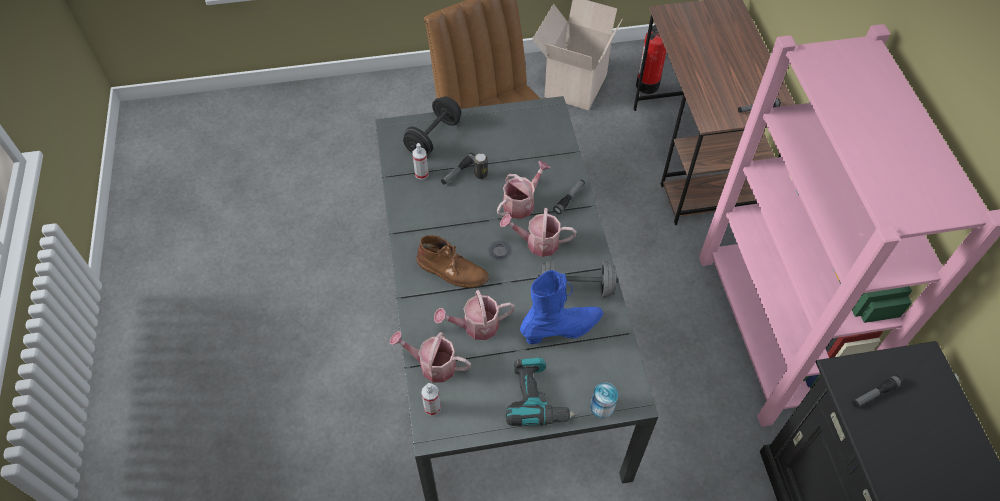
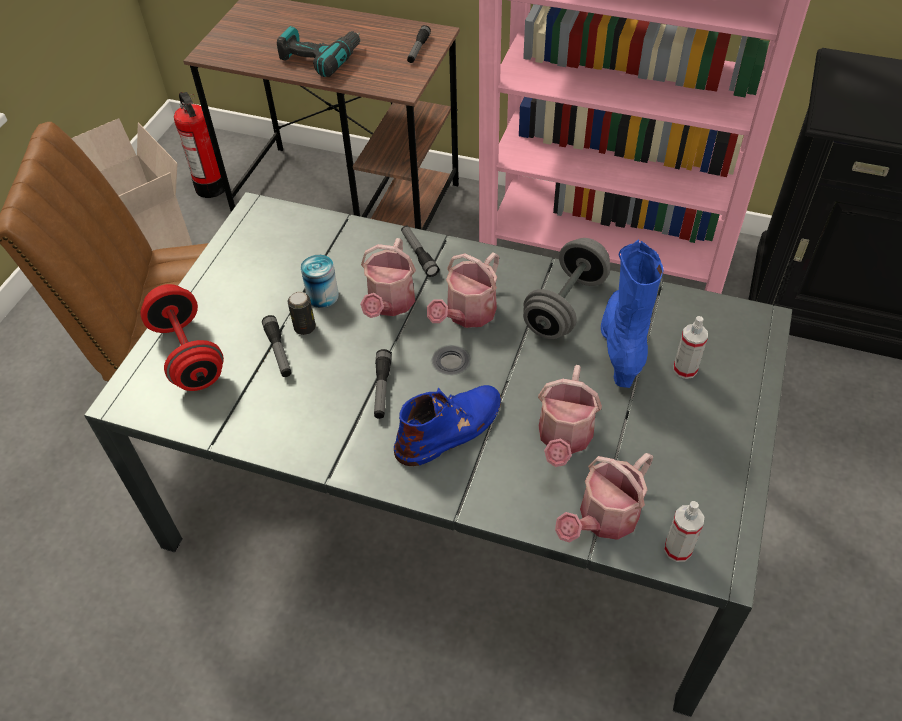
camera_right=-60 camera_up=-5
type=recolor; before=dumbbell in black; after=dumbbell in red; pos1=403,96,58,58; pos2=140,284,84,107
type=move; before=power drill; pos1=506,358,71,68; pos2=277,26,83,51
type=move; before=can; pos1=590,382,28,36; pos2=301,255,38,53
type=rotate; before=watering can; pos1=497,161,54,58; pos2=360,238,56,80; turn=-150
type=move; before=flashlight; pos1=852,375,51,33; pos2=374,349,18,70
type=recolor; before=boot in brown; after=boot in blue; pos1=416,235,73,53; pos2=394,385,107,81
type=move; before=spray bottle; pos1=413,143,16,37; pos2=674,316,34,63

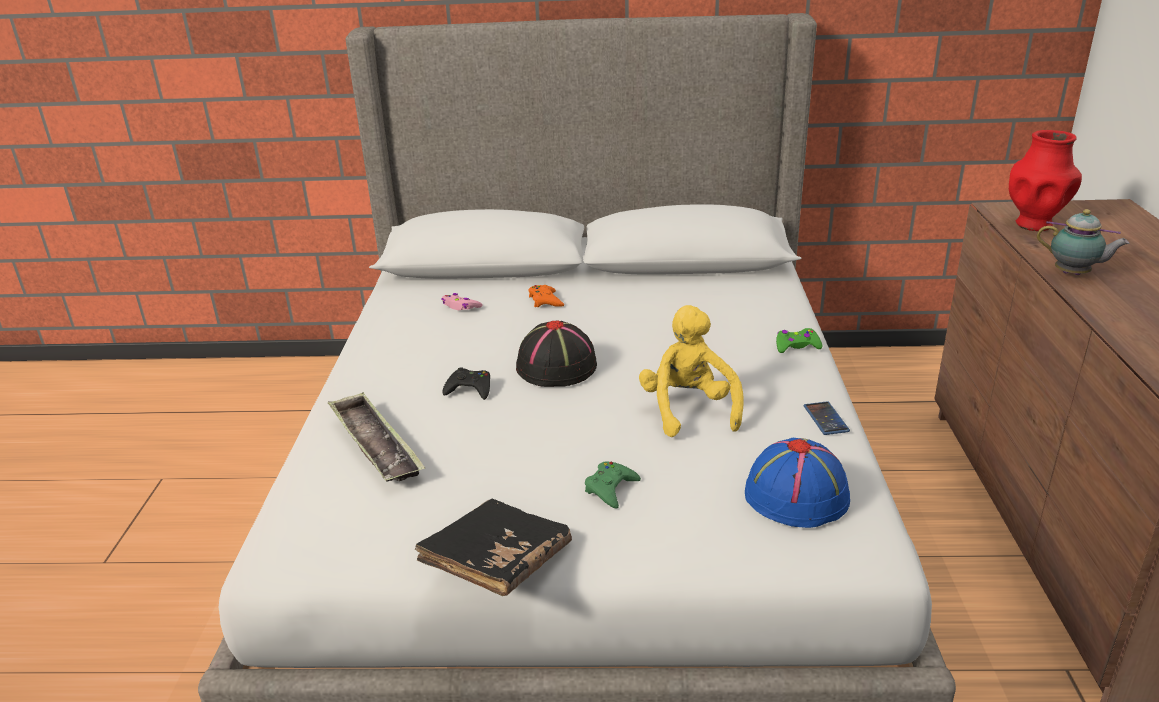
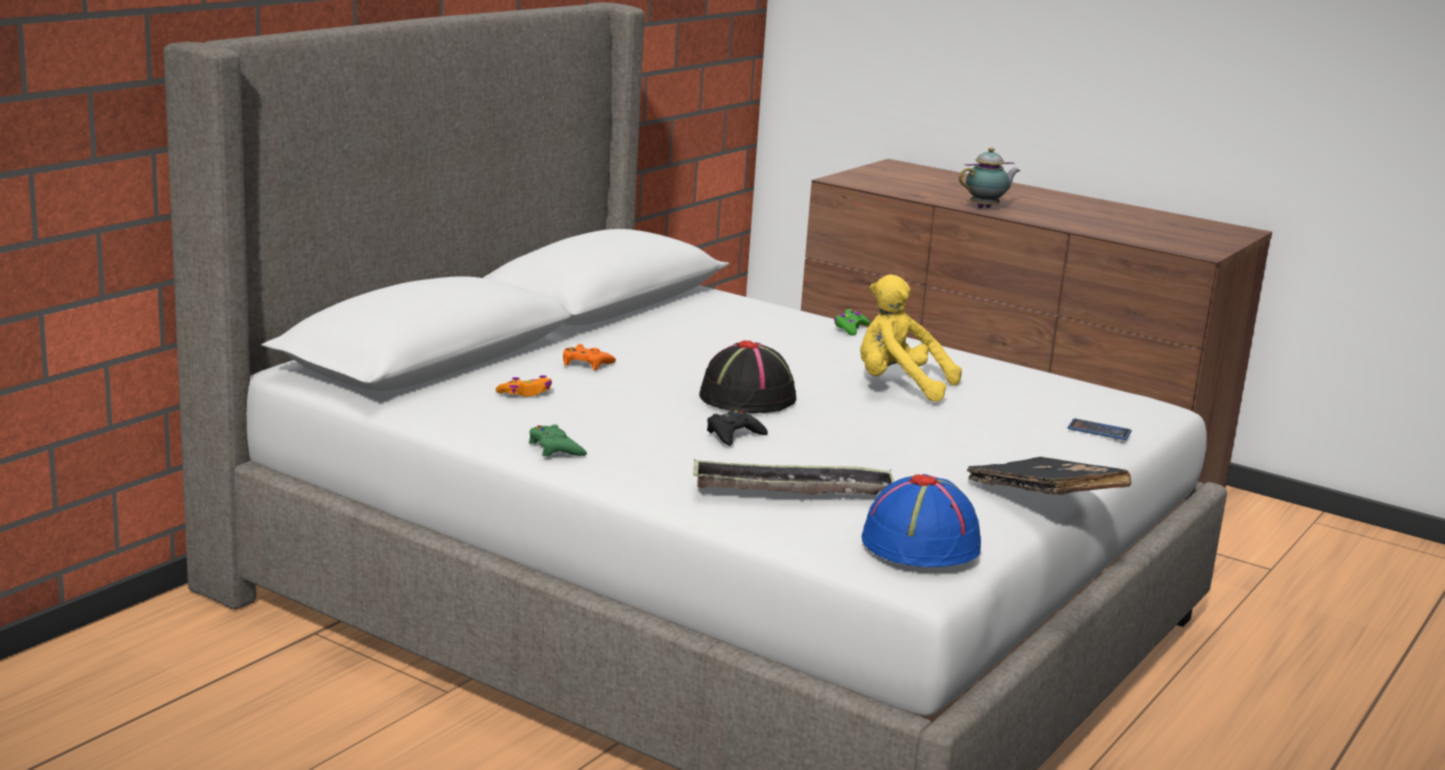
camera_right=-60 camera_up=-10
type=recolor; before=game controller in pink; after=game controller in orange; pos1=441,293,42,17; pos2=496,375,56,22
type=move; before=game controller in green; pos1=585,462,56,47; pos2=529,425,58,32
type=move; before=hat in blue; pos1=745,438,105,90; pos2=861,474,120,93
type=move; before=phone; pos1=804,401,46,34; pos2=1067,418,65,22
type=delete; before=vase in red; pos1=1009,130,73,101

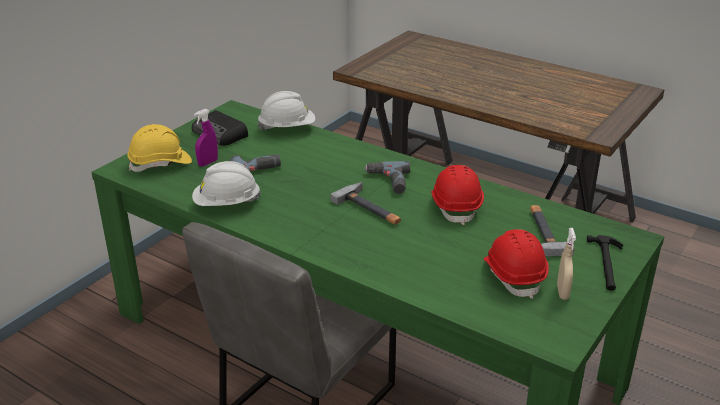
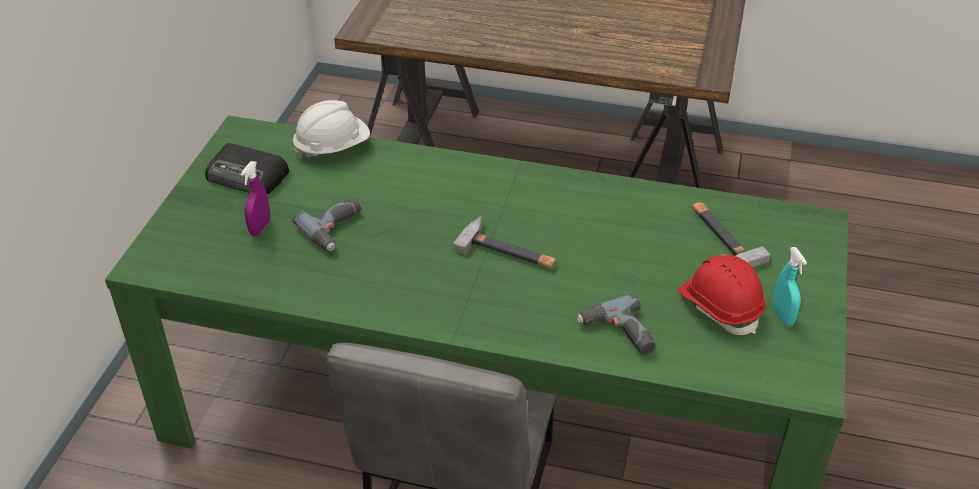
camera_right=-20 camera_up=10
type=move; before=power drill; pos1=364,161,46,33; pos2=576,293,79,62
type=recolor; before=spray bottle in beige; after=spray bottle in turquoise; pos1=557,228,19,72; pos2=772,247,35,79
type=delete; before=hard hat in yellow; pos1=127,124,65,48
type=delete; before=hard hat in white; pos1=192,161,69,45
type=delete; before=hard hat in red; pos1=431,165,53,60
type=delete; before=hammer; pos1=587,235,36,56

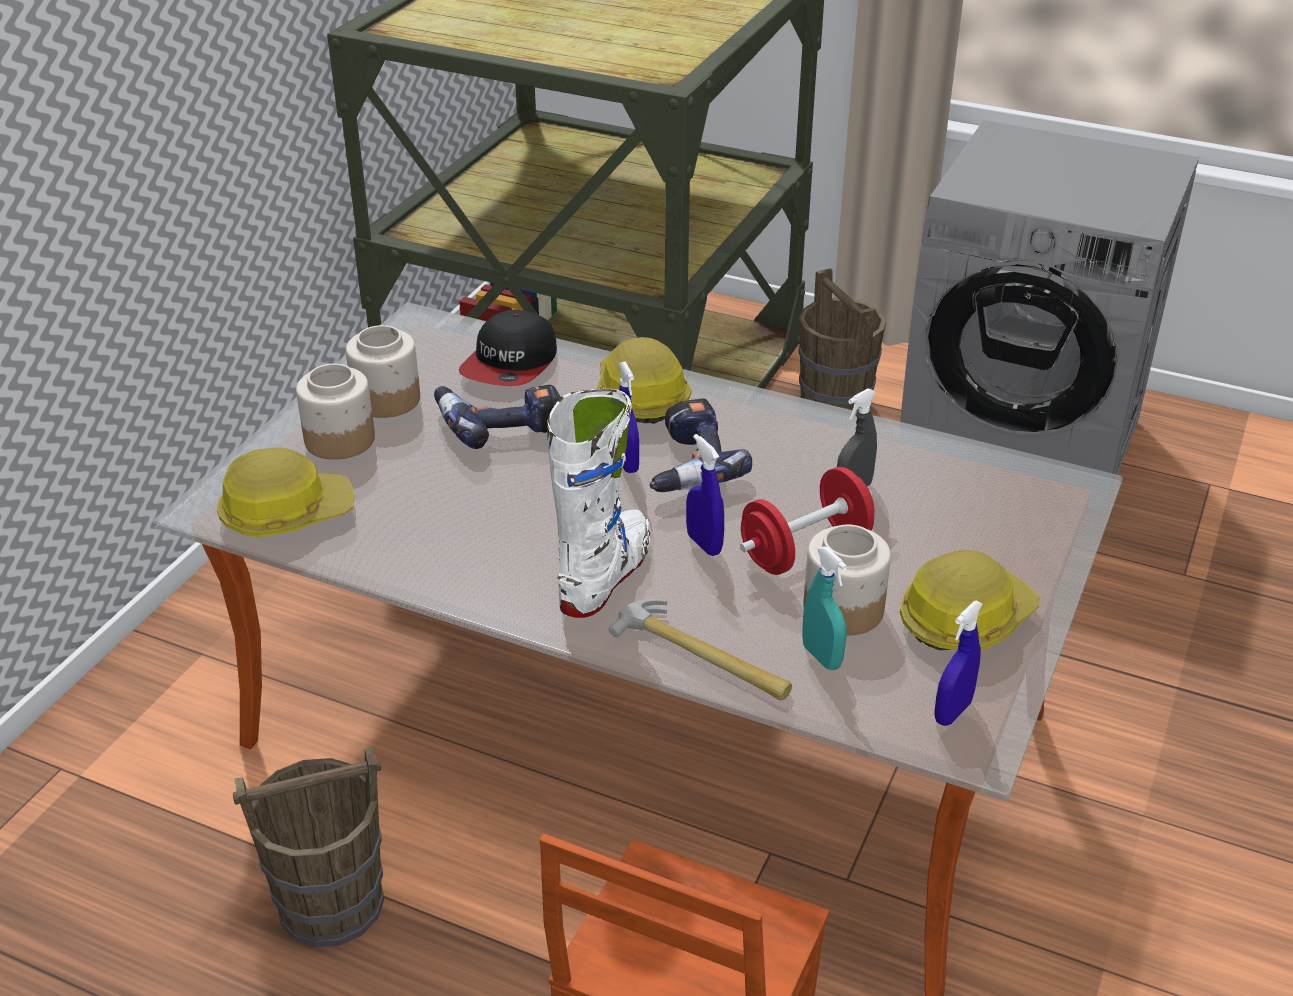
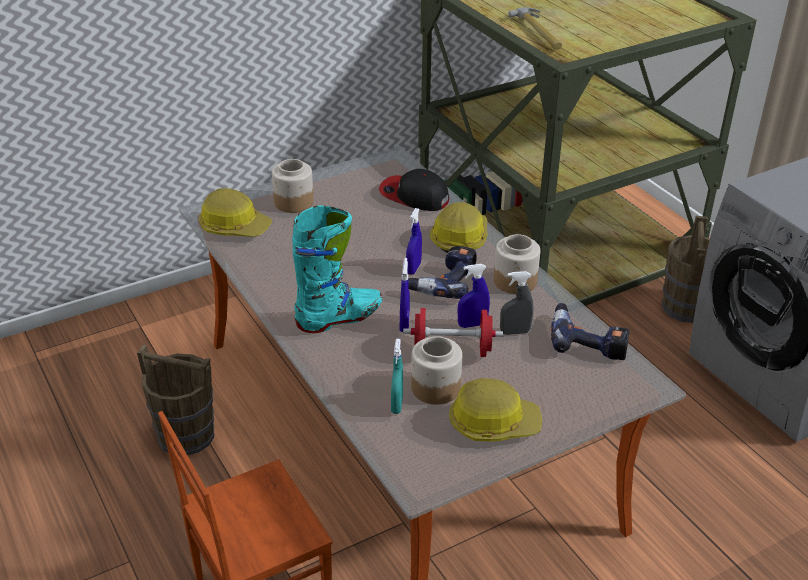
camera_right=35 camera_up=0
type=recolor; before=boot in white; after=boot in turquoise; pos1=547,389,103,229; pos2=292,205,90,128
type=rotate; before=cap; pos1=459,310,98,76; pos2=379,169,70,42; turn=60
type=move; before=spray bottle in blue; pos1=934,601,49,125; pos2=458,264,32,64
type=move; before=jar; pos1=346,325,74,93; pos2=494,234,46,60
type=move; before=hammer; pos1=609,599,183,101; pos2=508,7,54,43
type=move; before=power drill; pos1=434,385,127,64; pos2=551,303,79,57

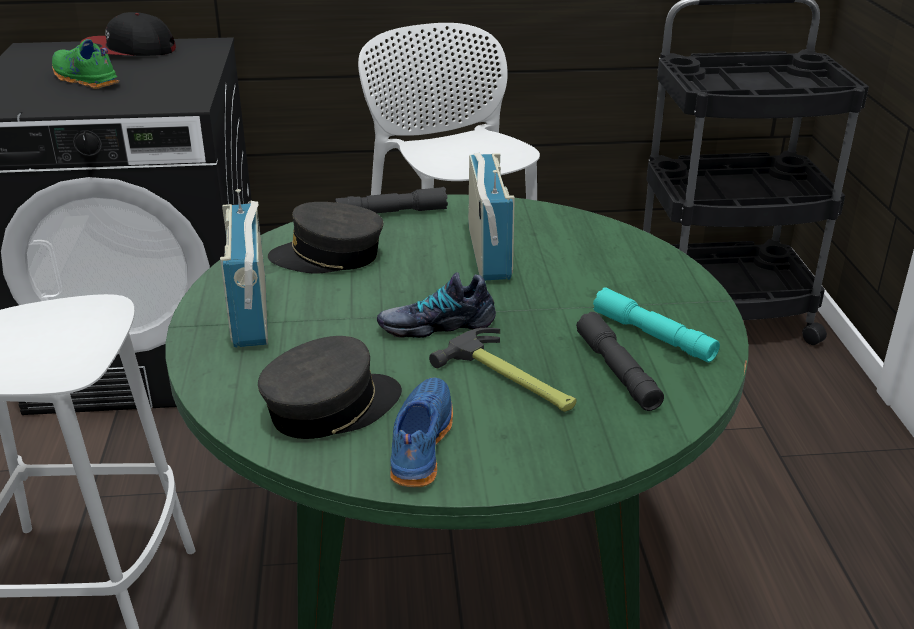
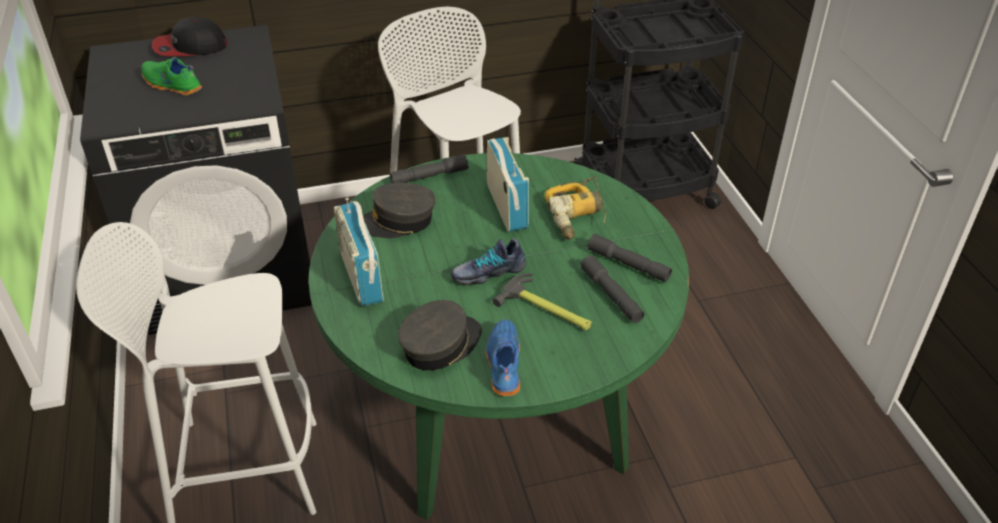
camera_right=-10 camera_up=10
type=insert; after=power drill; pos2=545,177,62,63
type=recolor; before=flashlight in turquoise; after=flashlight in grey; pos1=593,287,127,75; pos2=587,234,85,48

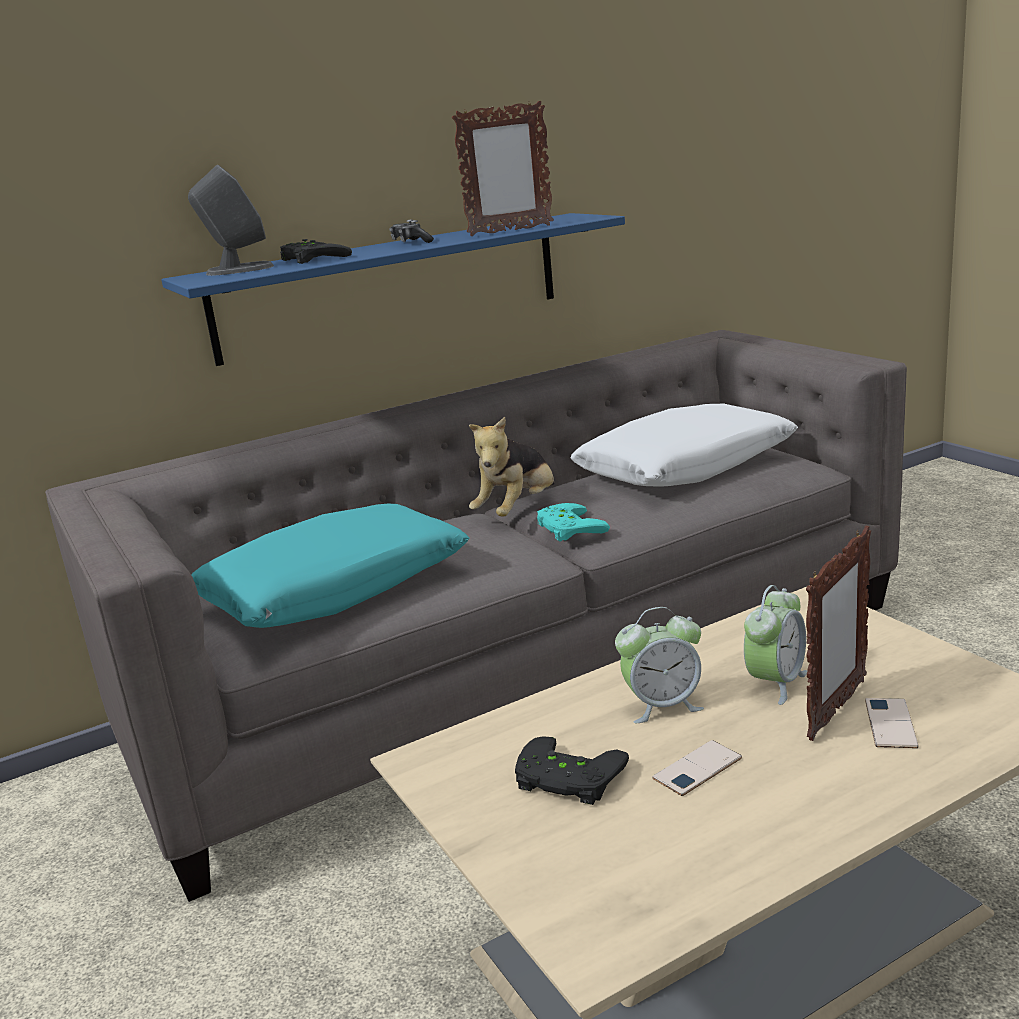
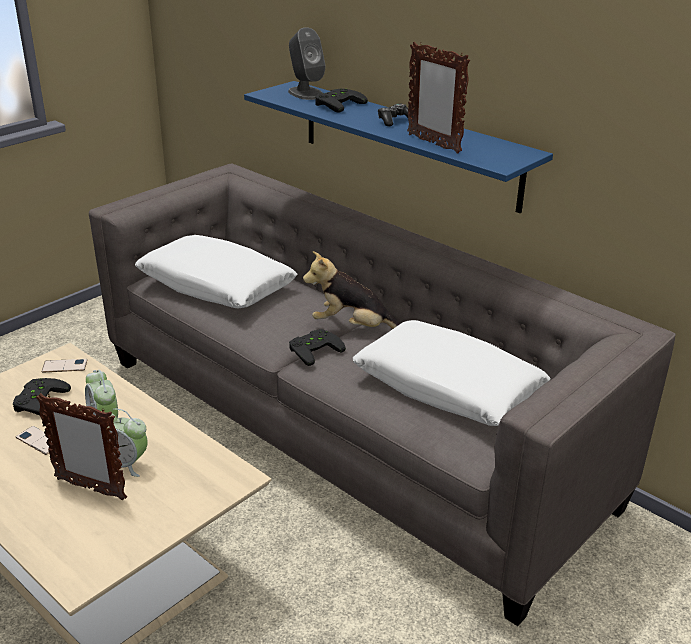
camera_right=70 camera_up=10
type=move; before=phone; pos1=865,698,53,50; pos2=42,359,45,14
type=recolor; before=pillow in turquoise; after=pillow in white; pos1=191,503,278,125; pos2=135,235,162,73
type=recolor; before=game controller in turquoise; after=game controller in black; pos1=537,503,73,39; pos2=289,329,57,37

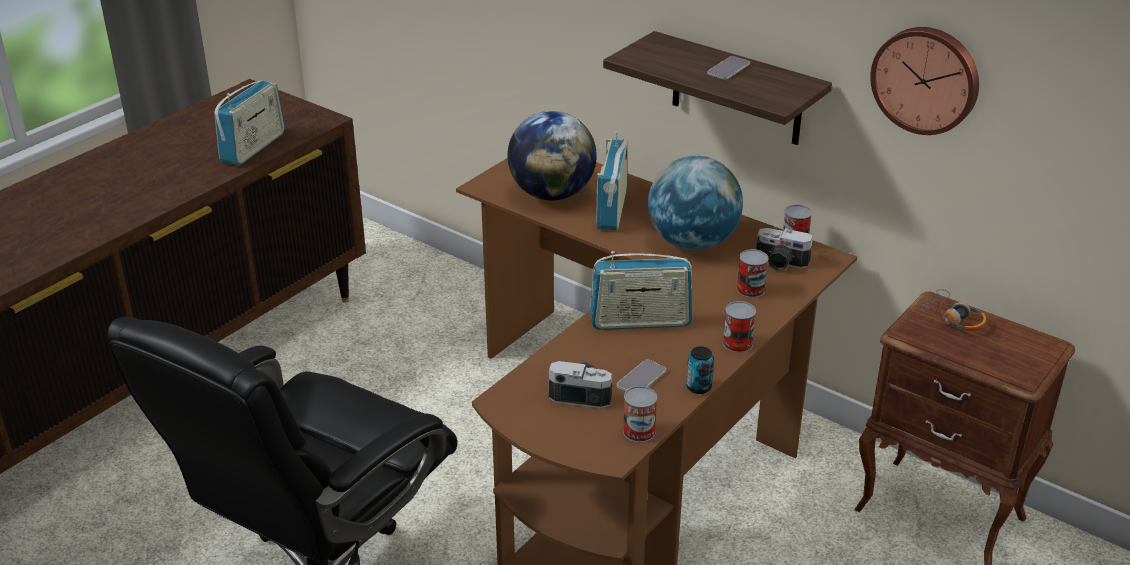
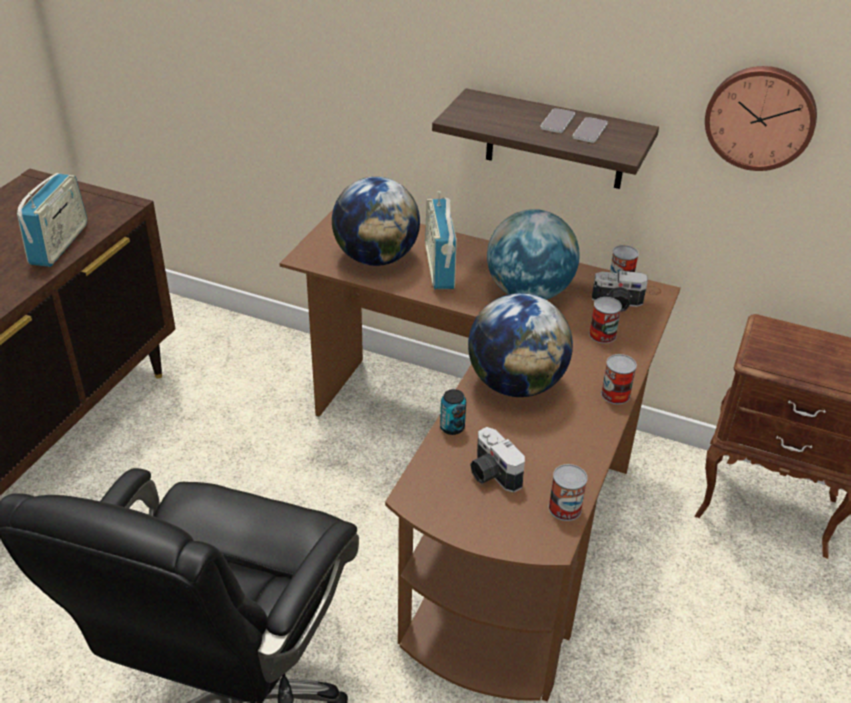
camera_right=-15 camera_up=5
type=move; before=can; pos1=686,346,28,48; pos2=440,389,26,46
type=replace; before=radio; after=globe; pos1=590,251,102,79; pos2=468,293,105,104
type=rotate; before=photo camera; pos1=549,361,63,47; pos2=470,427,55,65; turn=-120
type=move; before=phone; pos1=617,359,49,33; pos2=572,117,36,26
type=delete; before=headphones; pos1=918,289,68,42

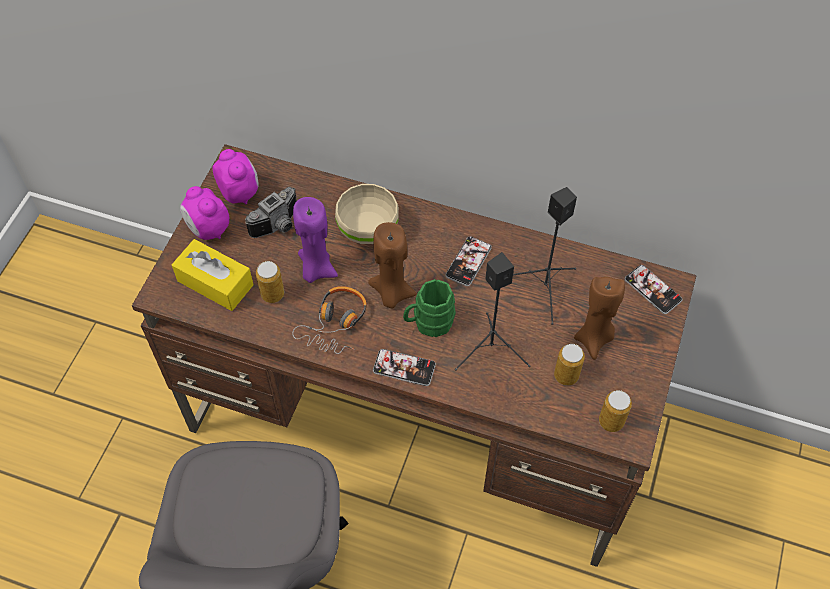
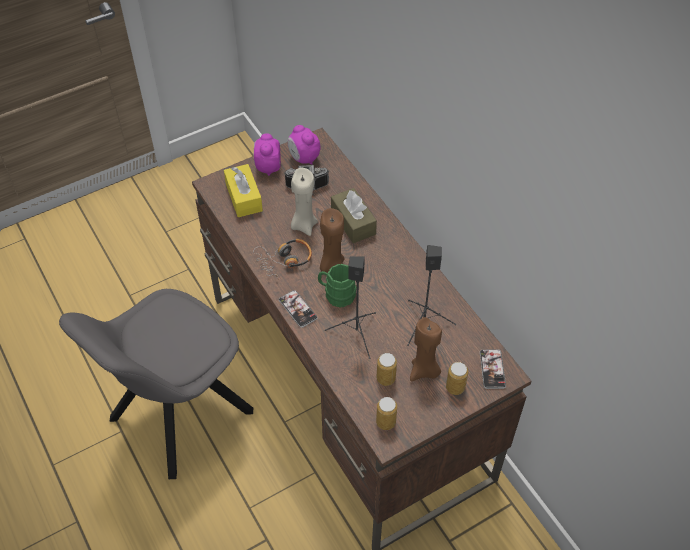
camera_right=40 camera_up=-5
type=rotate; before=alarm clock; pos1=212,149,47,55; pos2=288,125,33,40; turn=135
type=recolor; before=candle in purple; after=candle in beige; pos1=293,197,45,86; pos2=291,168,27,68
type=replace; before=bowl in beige; after=tissue box in brown; pos1=335,184,64,60; pos2=331,188,46,55
type=move; before=can; pos1=256,261,28,42; pos2=446,362,22,33
type=delete; before=phone; pos1=446,236,46,50

